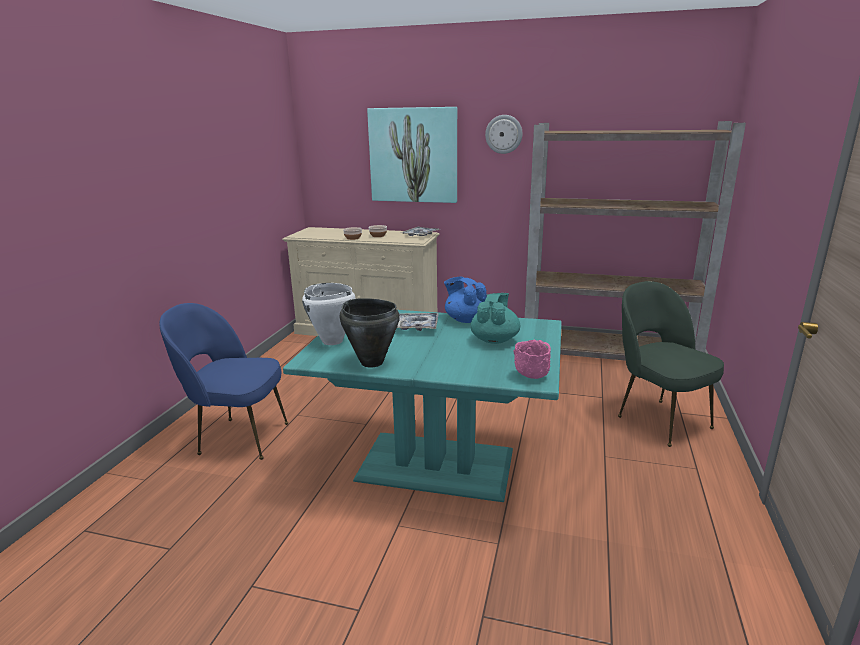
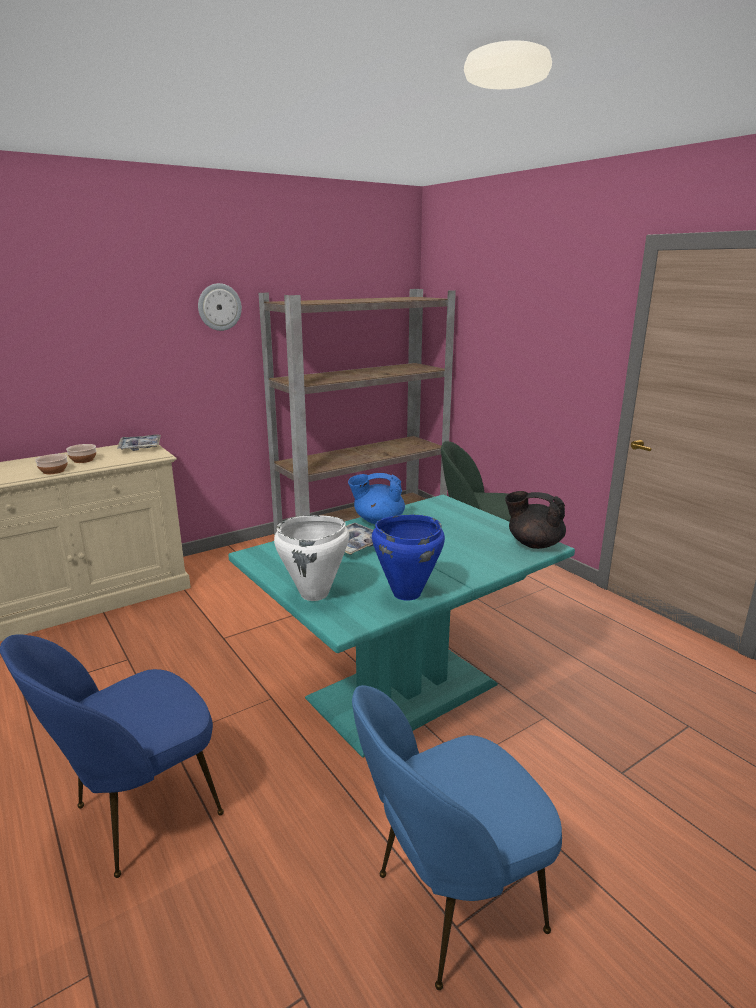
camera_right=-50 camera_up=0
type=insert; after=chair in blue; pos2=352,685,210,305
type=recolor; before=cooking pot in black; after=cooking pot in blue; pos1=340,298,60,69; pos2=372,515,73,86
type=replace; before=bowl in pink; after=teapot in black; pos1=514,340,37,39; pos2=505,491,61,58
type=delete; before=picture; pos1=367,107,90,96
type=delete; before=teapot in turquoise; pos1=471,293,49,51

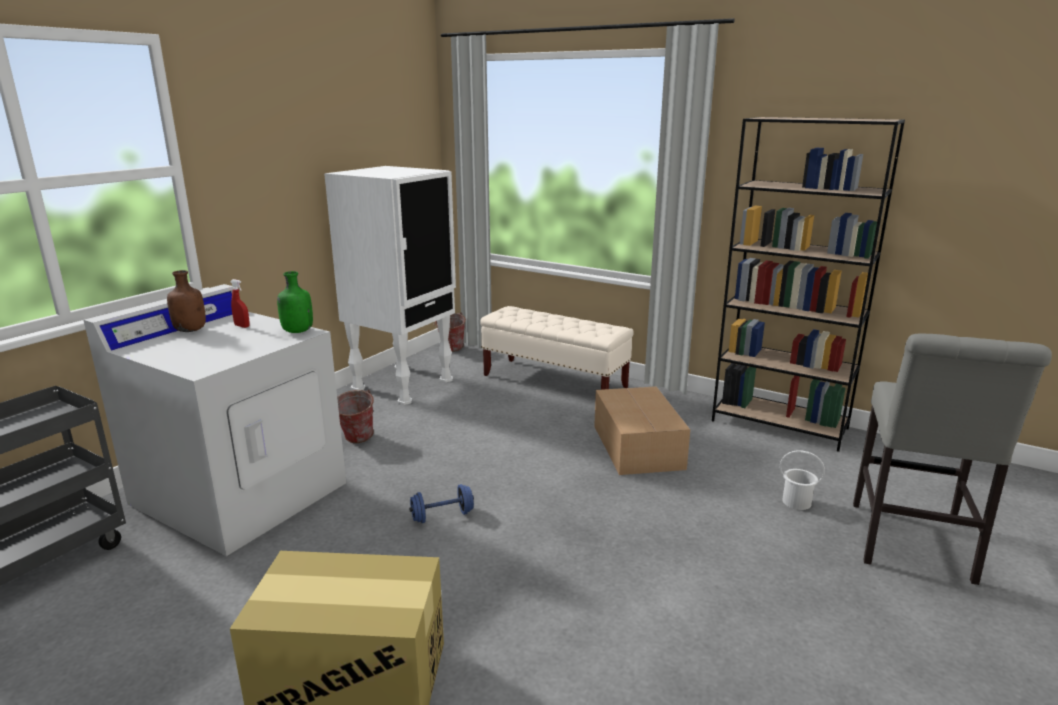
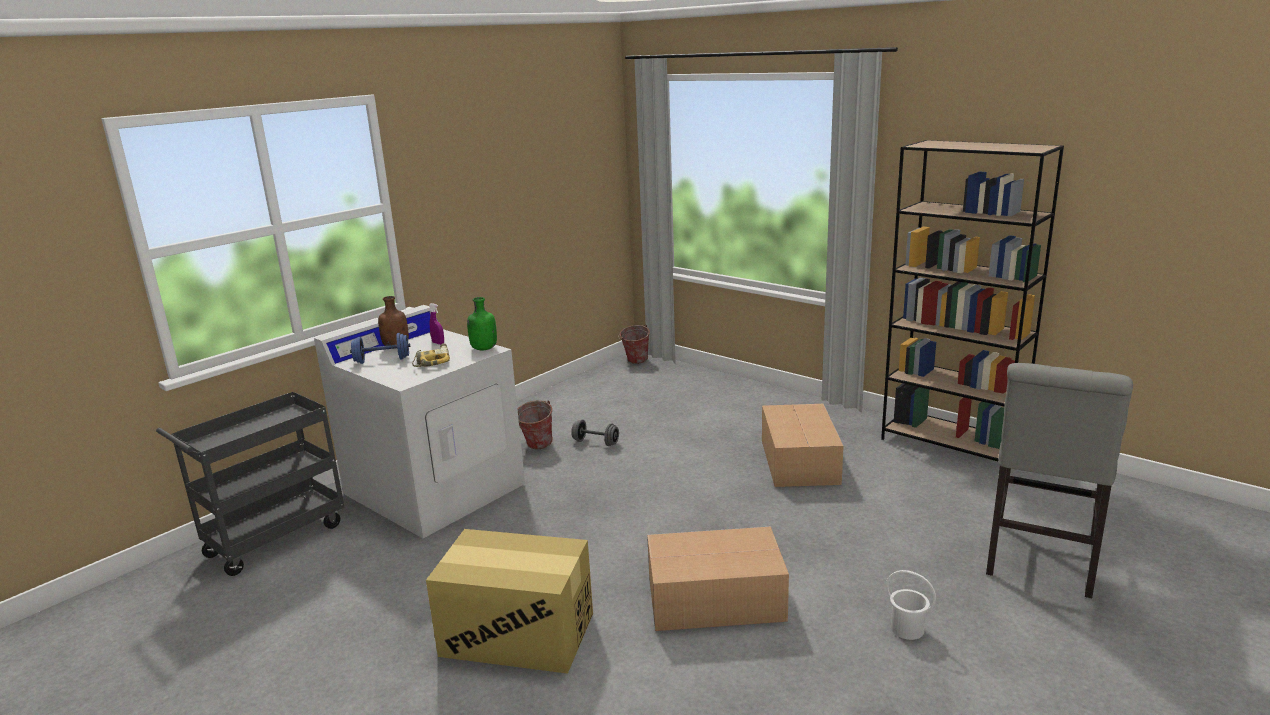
camera_right=10 camera_up=0
type=move; before=dumbbell in blue; pos1=409,484,65,39; pos2=350,333,60,31
type=insert; after=power drill; pos2=412,343,38,24
type=recolor; before=spray bottle in red; after=spray bottle in purple; pos1=230,279,20,49; pos2=429,303,15,42
type=insert; after=dumbbell in grey; pos2=571,419,48,27
type=insert; after=cardboard box; pos2=647,527,142,104
type=move; before=bucket in white; pos1=780,450,45,60; pos2=886,570,50,70
type=delete; before=cabinet in white; pos1=324,166,132,239
type=delete; before=bench in beige; pos1=480,306,154,84

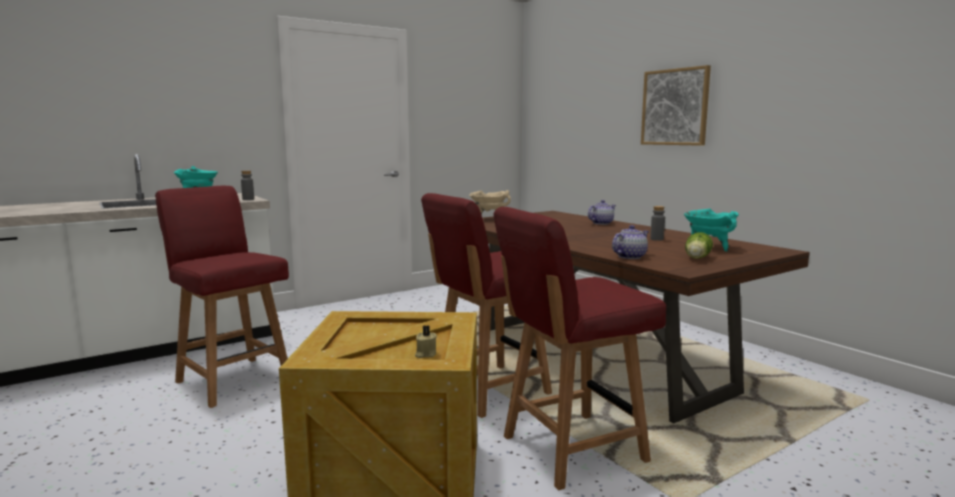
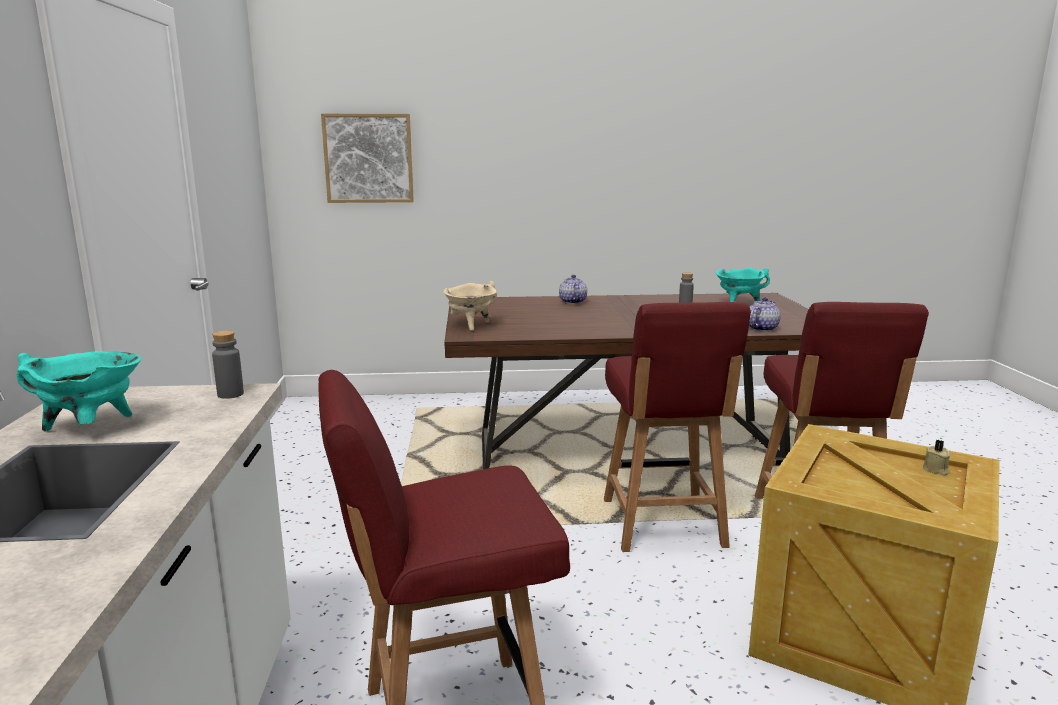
camera_right=-60 camera_up=5
type=move; before=picture; pos1=641,65,70,81; pos2=321,114,93,89
type=rotate; before=teapot; pos1=612,225,37,34; pos2=749,297,32,35; turn=45
type=delete; before=lettuce; pos1=685,232,28,27

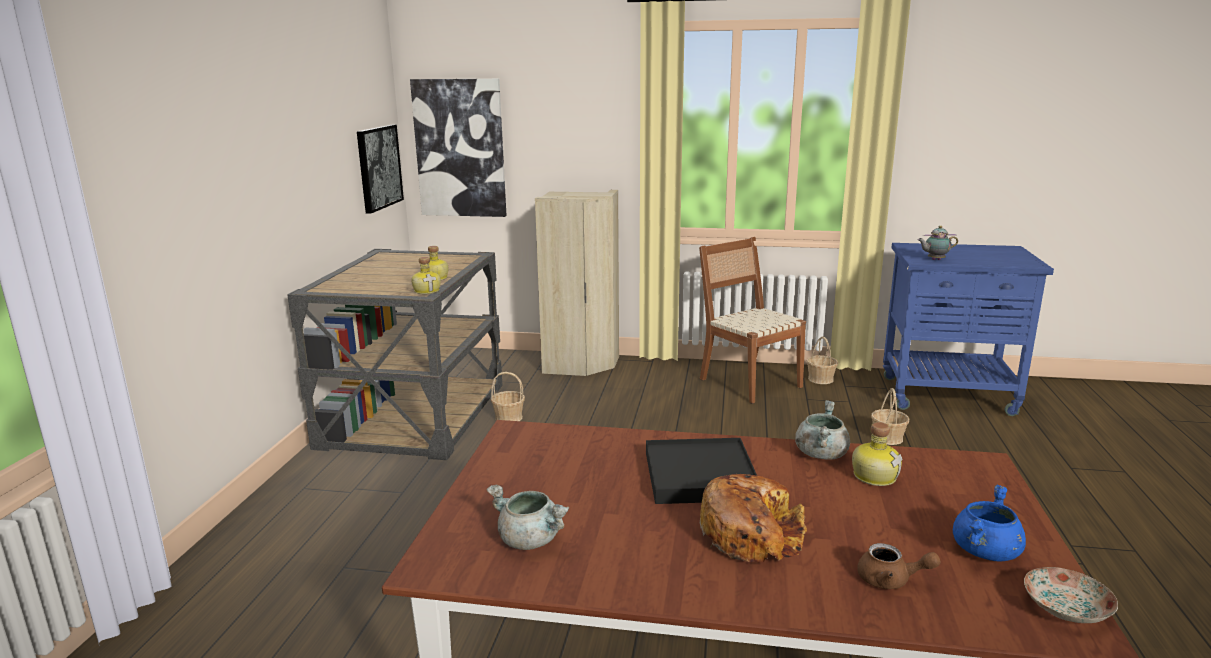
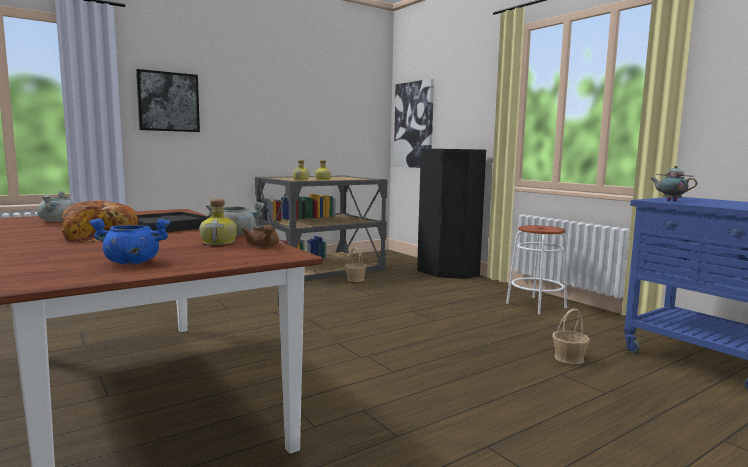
camera_right=45 camera_up=-10
type=move; before=picture; pos1=357,125,47,89; pos2=136,69,64,63
type=move; before=teapot in brown; pos1=857,543,84,46; pos2=241,224,38,23
type=recolor; before=cabinet in beige; after=cabinet in black; pos1=535,190,84,186; pos2=417,149,69,130
type=replace; before=chair; after=stool in white; pos1=699,237,107,167; pos2=506,225,61,90
type=delete; before=basket; pos1=806,336,32,48
type=delete; before=plate; pos1=1024,567,94,56

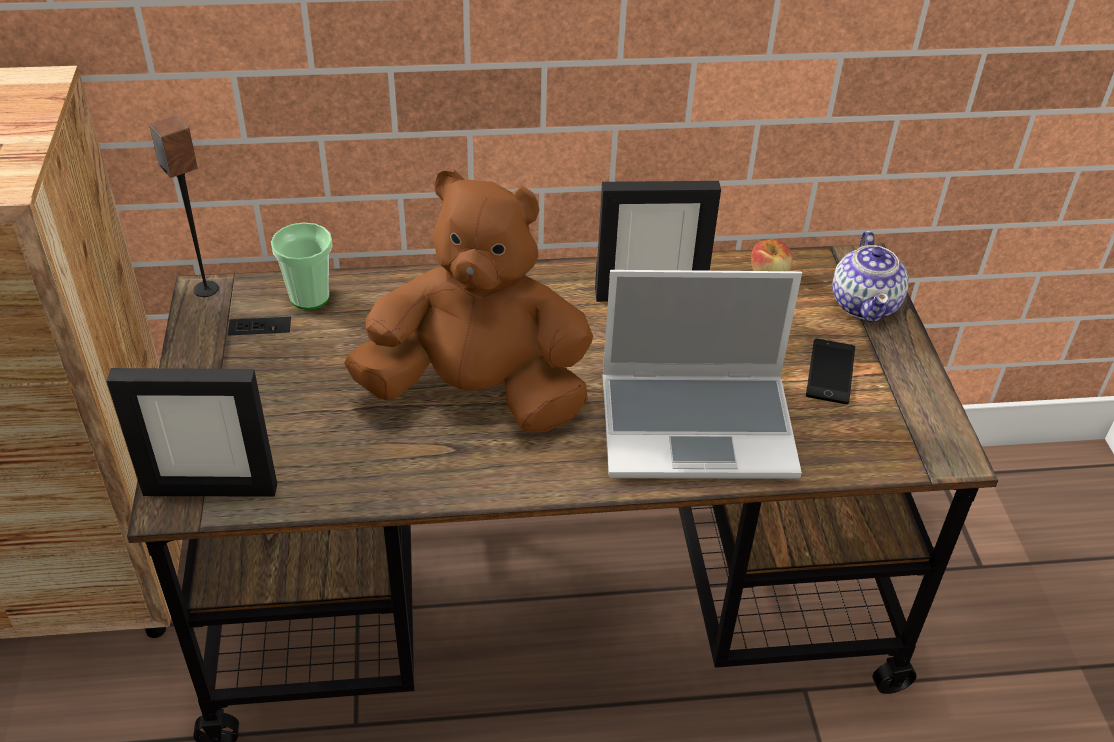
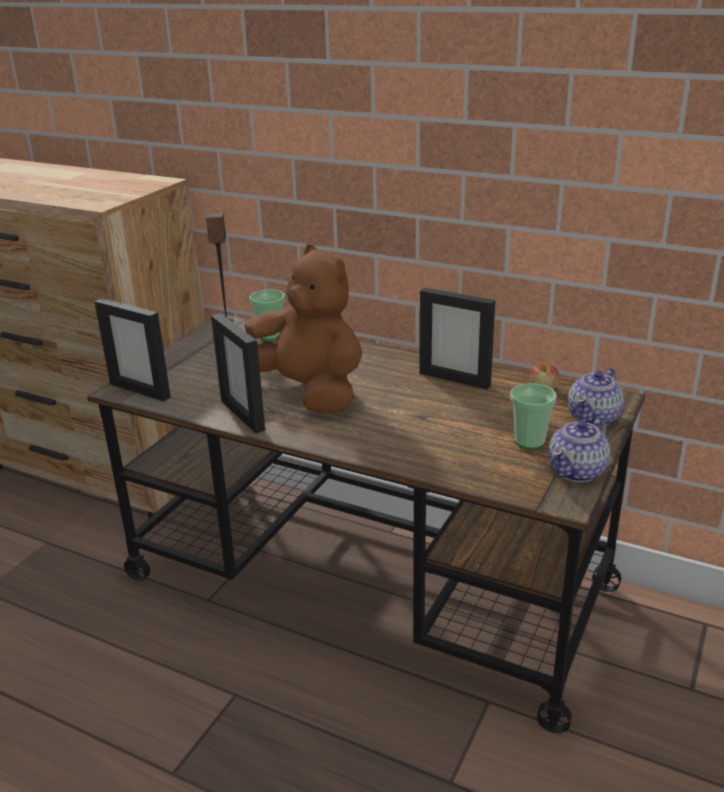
camera_right=35 camera_up=-15
type=insert; after=picture frame; pos2=211,313,54,120
type=replace; before=phone; after=cup; pos1=806,339,49,65; pos2=510,383,46,66
type=insert; after=teapot; pos2=548,417,62,65
type=delete; before=laptop; pos1=602,270,200,209

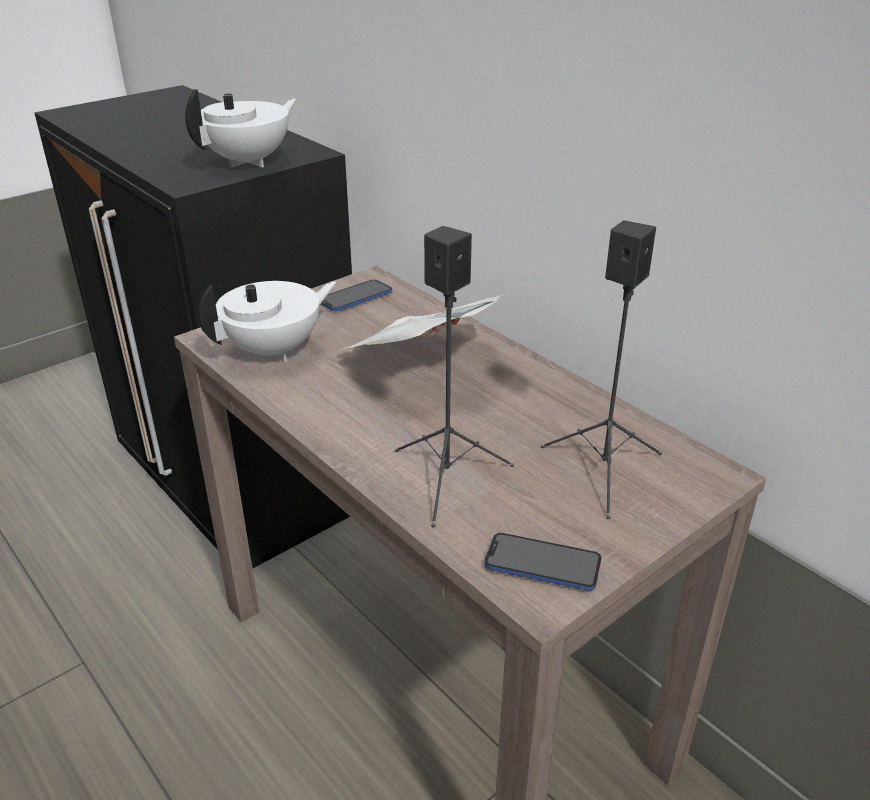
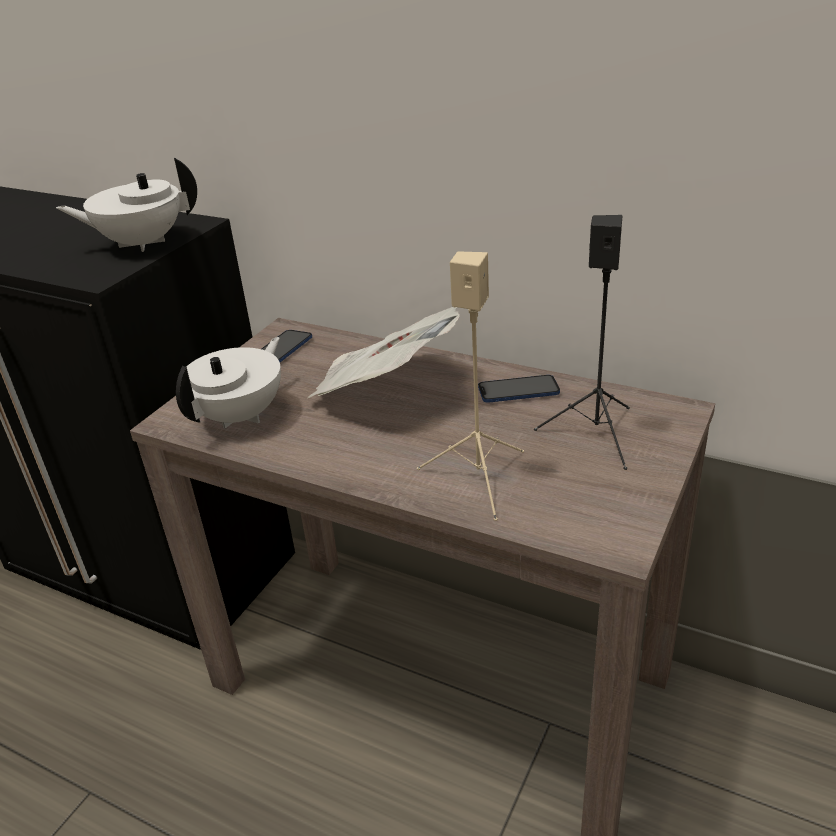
camera_right=-20 camera_up=0
type=rotate; before=teapot in white; pos1=185,89,112,78; pos2=56,158,141,94; turn=-120
type=recolor; before=speaker in black; after=speaker in beige; pos1=395,226,119,302; pos2=417,251,107,270
type=move; before=phone; pos1=485,533,117,58; pos2=478,375,82,28

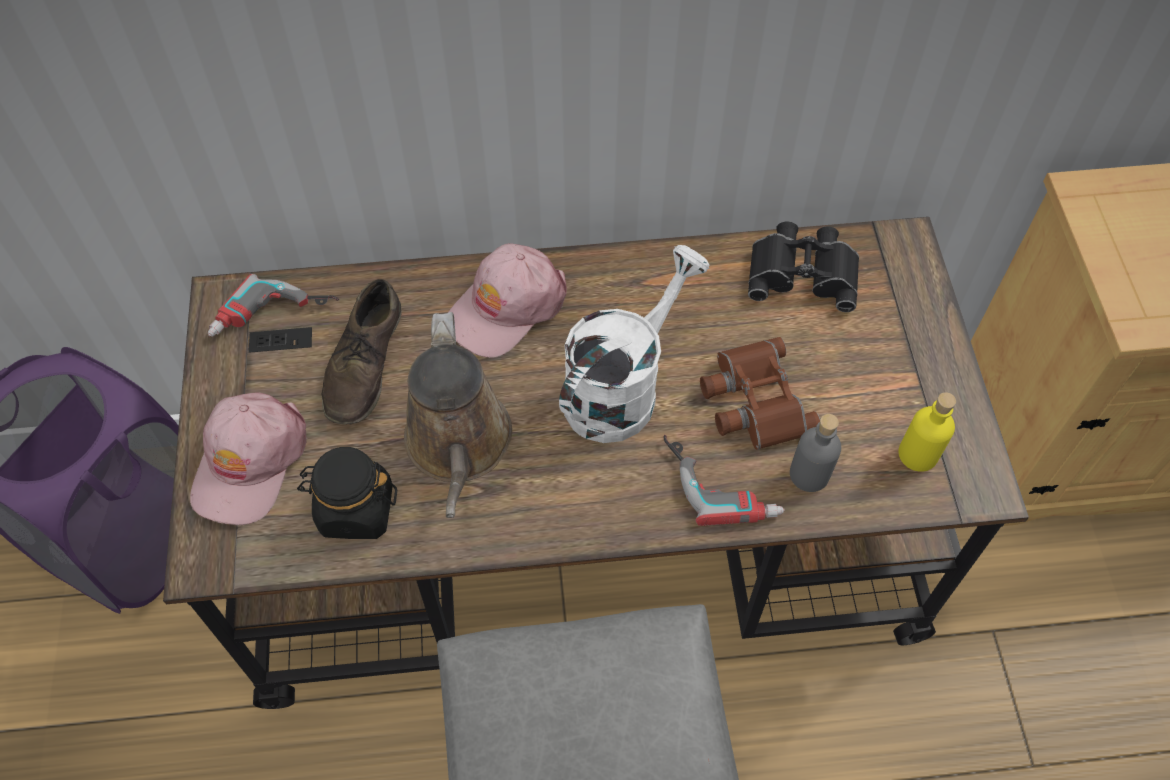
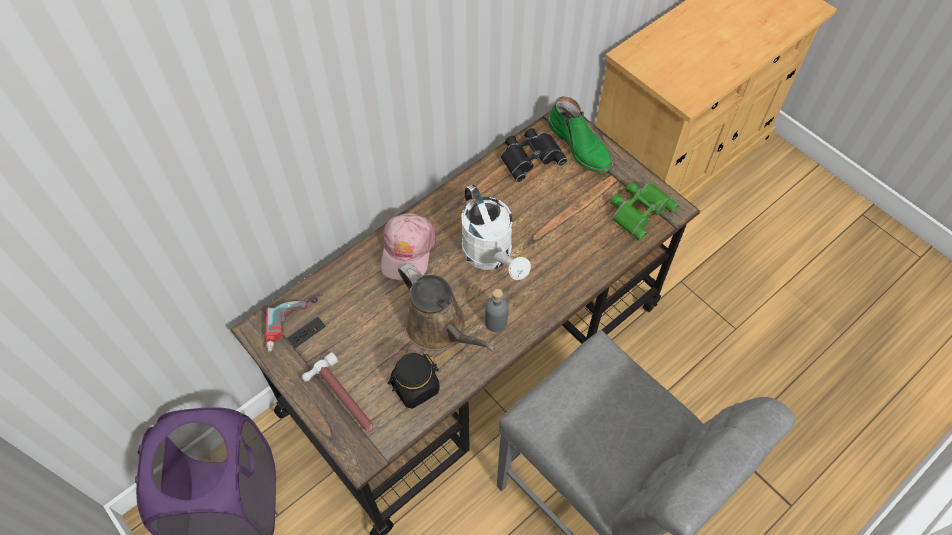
camera_right=-35 camera_up=0
type=replace; before=cap in pink; after=hammer; pos1=190,393,117,132; pos2=302,352,72,80
type=rotate; before=watering can in white; pos1=559,245,150,198; pos2=461,185,70,95; turn=150
type=move; before=bottle in grey; pos1=790,414,51,78; pos2=485,289,24,43
type=insert; after=boot in green; pos2=548,97,65,76
type=replace; before=bottle in yellow; after=binoculars in green; pos1=899,392,57,80; pos2=610,181,69,60
type=delete; before=shoe in brown; pos1=322,279,80,145
type=delete; before=power drill; pos1=664,435,121,91
type=delete; before=binoculars in brown; pos1=700,337,120,113

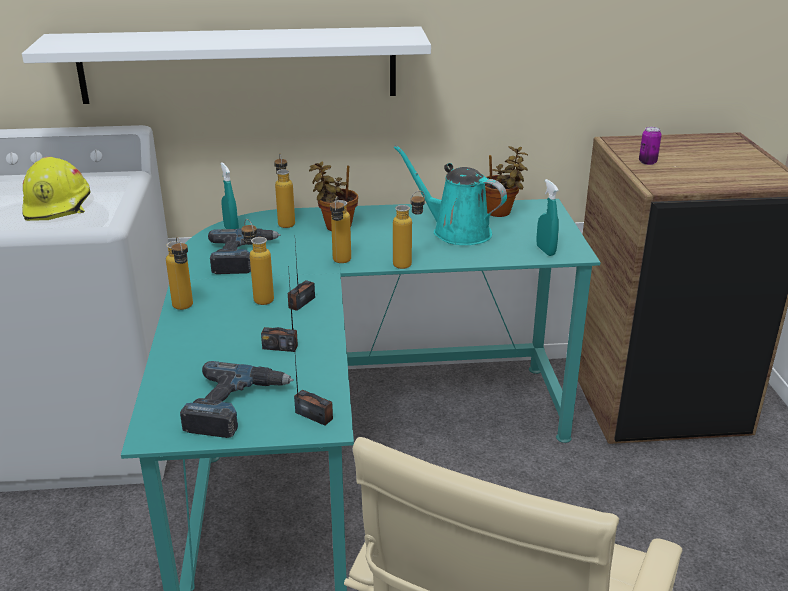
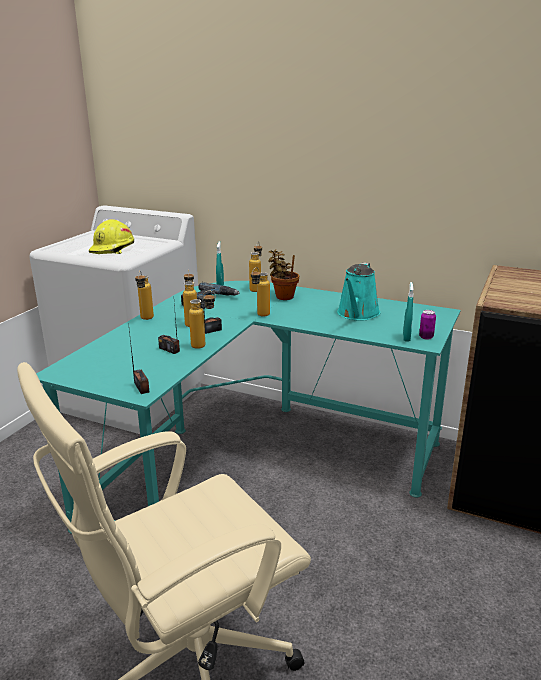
camera_right=30 camera_up=-5
type=move; before=bottle; pos1=393,191,32,78; pos2=189,290,27,59
type=rotate; before=watering can in turquoise; pos1=394,145,113,100; pos2=337,263,43,58; turn=-135
type=move; before=can; pos1=639,127,23,38; pos2=419,310,17,30
type=delete; before=shelf in white; pos1=22,26,409,78
type=delete; before=power drill; pos1=180,361,114,77
type=delete; before=potted plant; pos1=485,146,43,71

